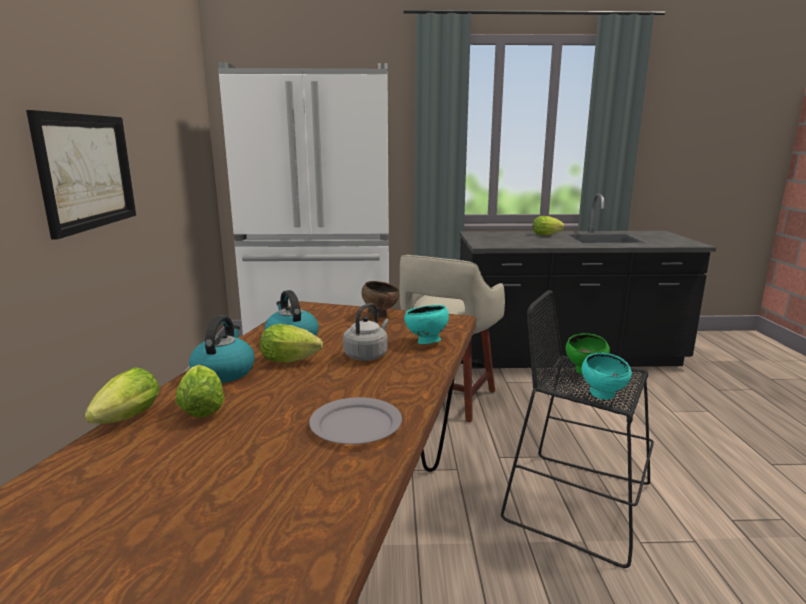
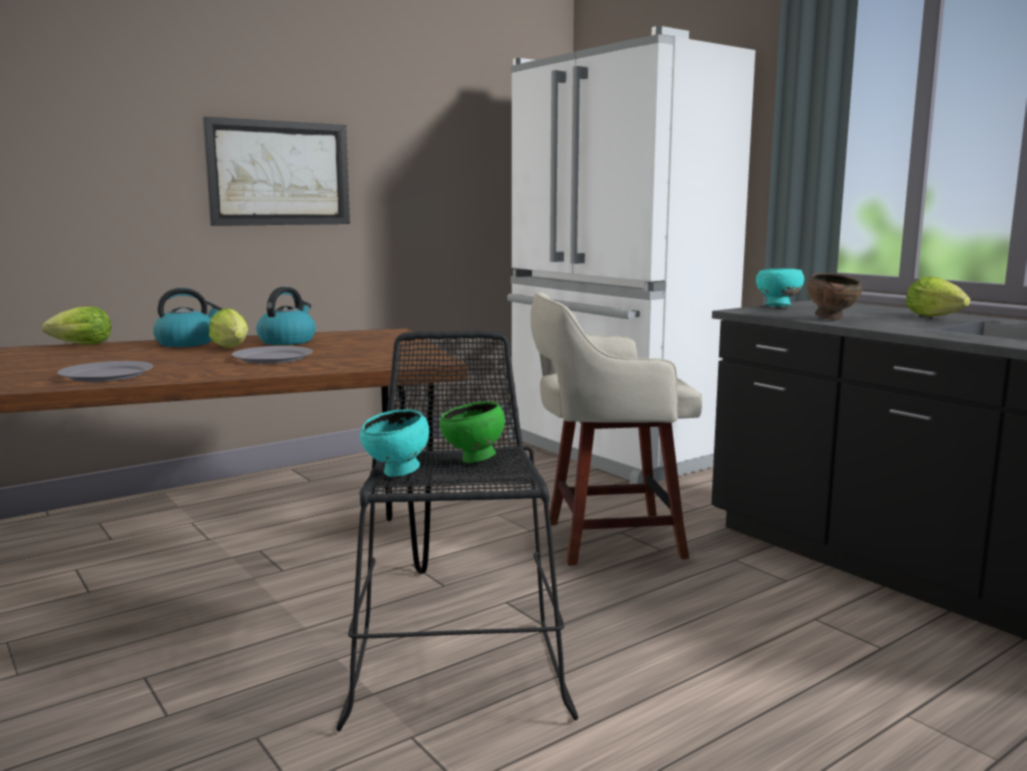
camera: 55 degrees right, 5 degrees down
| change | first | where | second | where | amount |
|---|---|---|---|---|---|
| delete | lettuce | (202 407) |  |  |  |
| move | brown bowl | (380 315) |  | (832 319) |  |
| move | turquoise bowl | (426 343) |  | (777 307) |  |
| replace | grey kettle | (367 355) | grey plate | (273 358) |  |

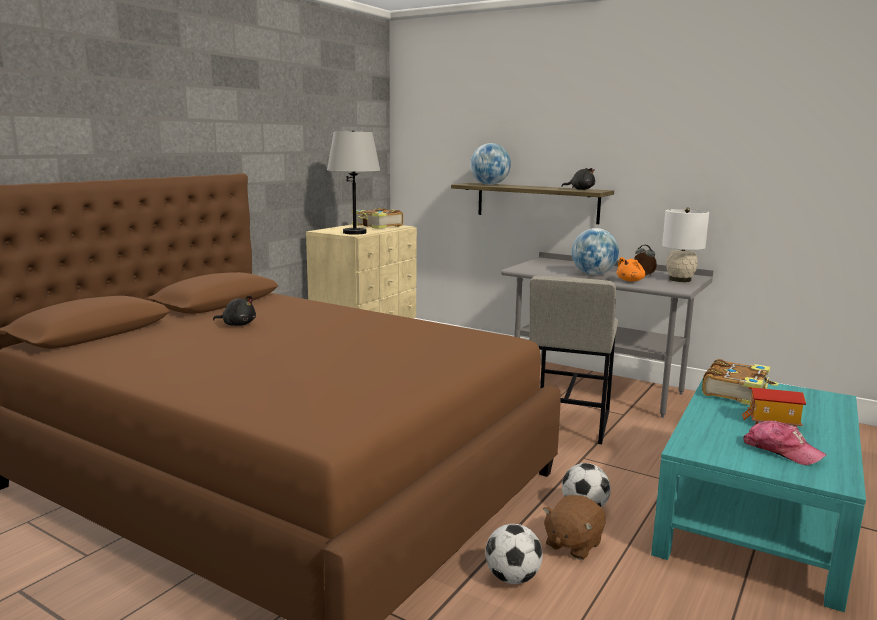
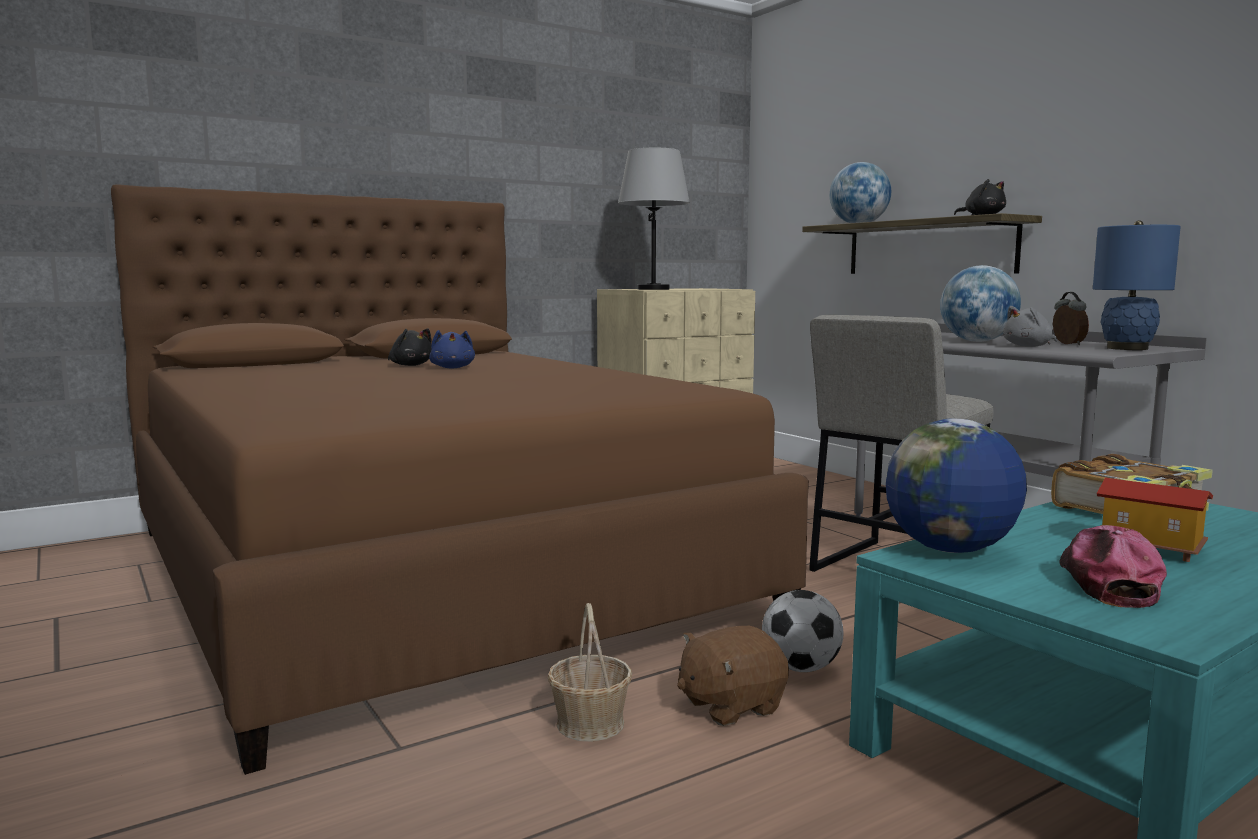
camera: 25 degrees right, 5 degrees down
| change | first | where | second | where | amount |
|---|---|---|---|---|---|
| delete | book | (377 226) |  |  |  |
| insert |  |  | blue plush toy | (453 368) |  |
| insert |  |  | globe | (950 550) |  |
| replace | football | (512 578) | basket | (590 724) |  |
| recolor | orange plush toy | (631 281) | grey plush toy | (1029 346) |  |
| recolor | white table lamp | (679 280) | blue table lamp | (1126 348) |  |
| rotate | cap | (781 451) |  | (1106 581) | 150 degrees counterclockwise |

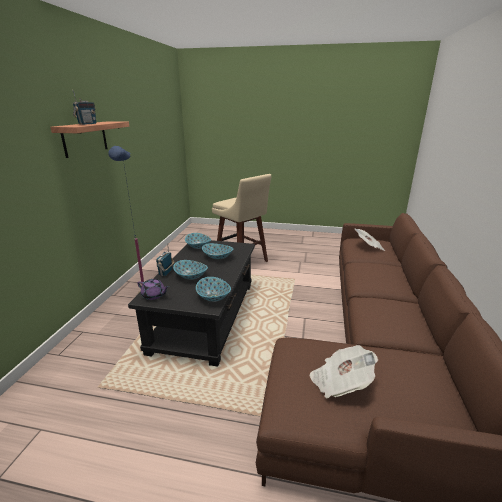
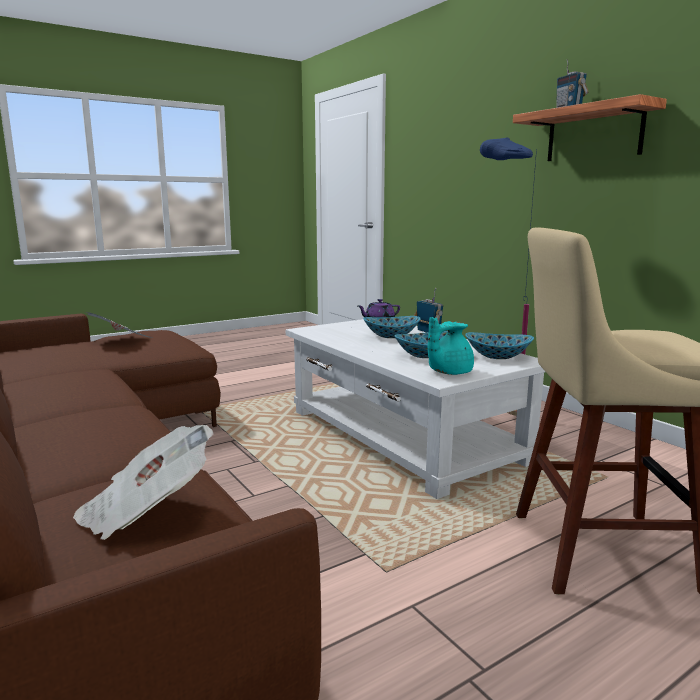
camera: 135 degrees right, 10 degrees down
| change | first | where | second | where | amount |
|---|---|---|---|---|---|
| delete | bowl | (213 297) |  |  |  |
| insert |  |  | turquoise teapot | (448 372) |  |
| recolor | black coffee table | (205 316) | white coffee table | (402 435) |  |

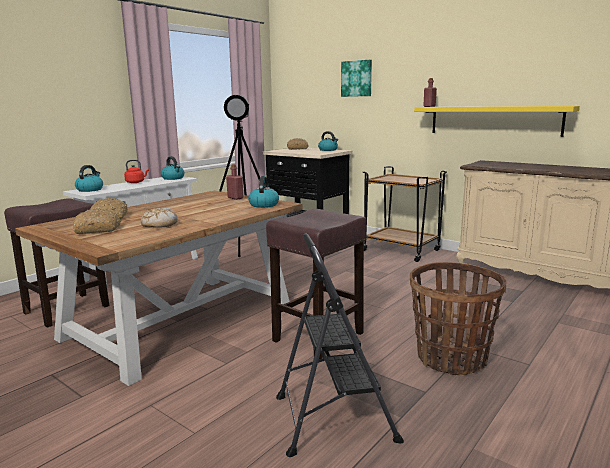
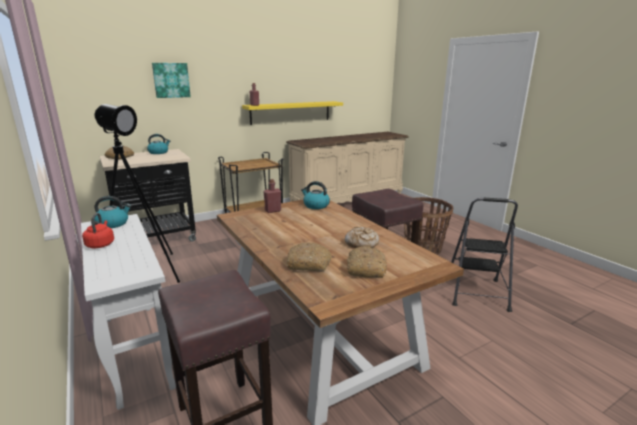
camera: 70 degrees left, 5 degrees up
| change | first | where | second | where | amount |
|---|---|---|---|---|---|
| delete | kettle | (90 189) |  |  |  |

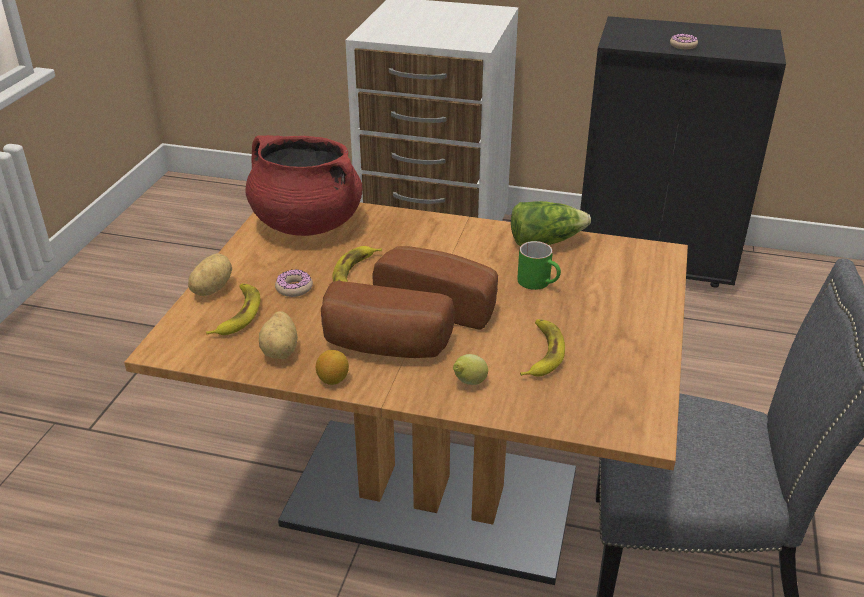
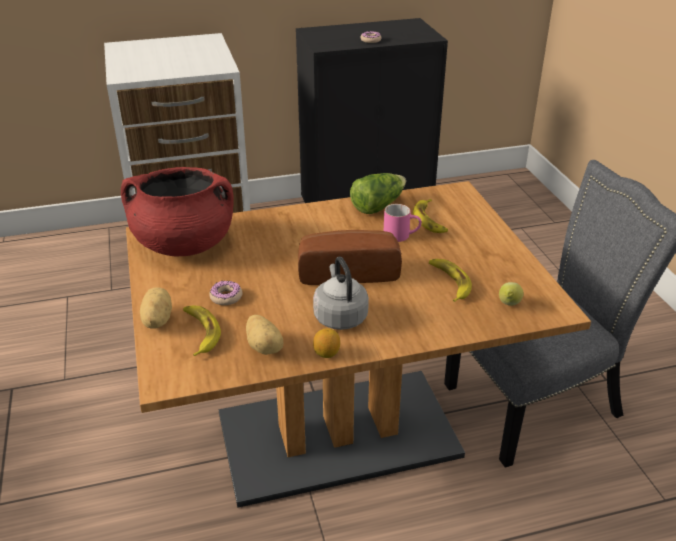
camera: 30 degrees left, 0 degrees up
| change | first | where | second | where | amount |
|---|---|---|---|---|---|
| move | banana | (355 273) |  | (430 220) |  |
| move | lemon | (469 383) |  | (509 305) |  |
| replace | bread | (384 346) | grey kettle | (339 316) |  |
| recolor | green mug | (539 283) | pink mug | (401 235) |  |

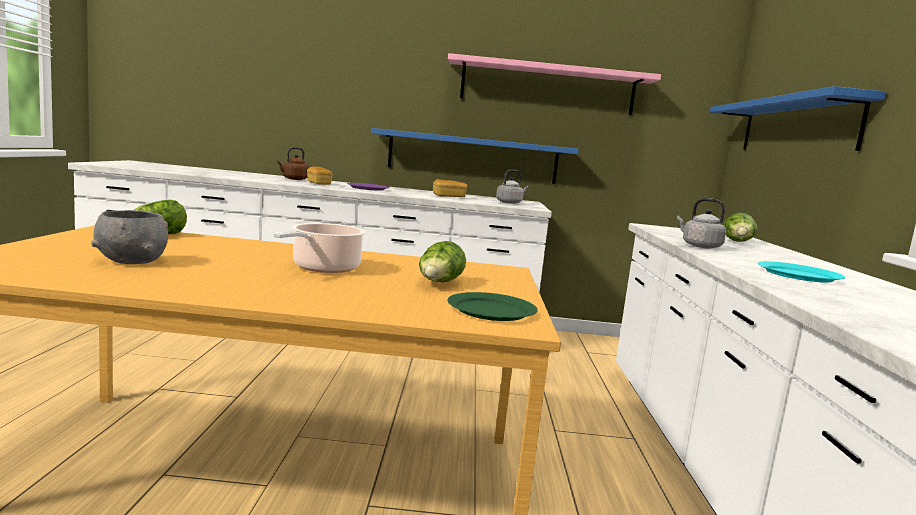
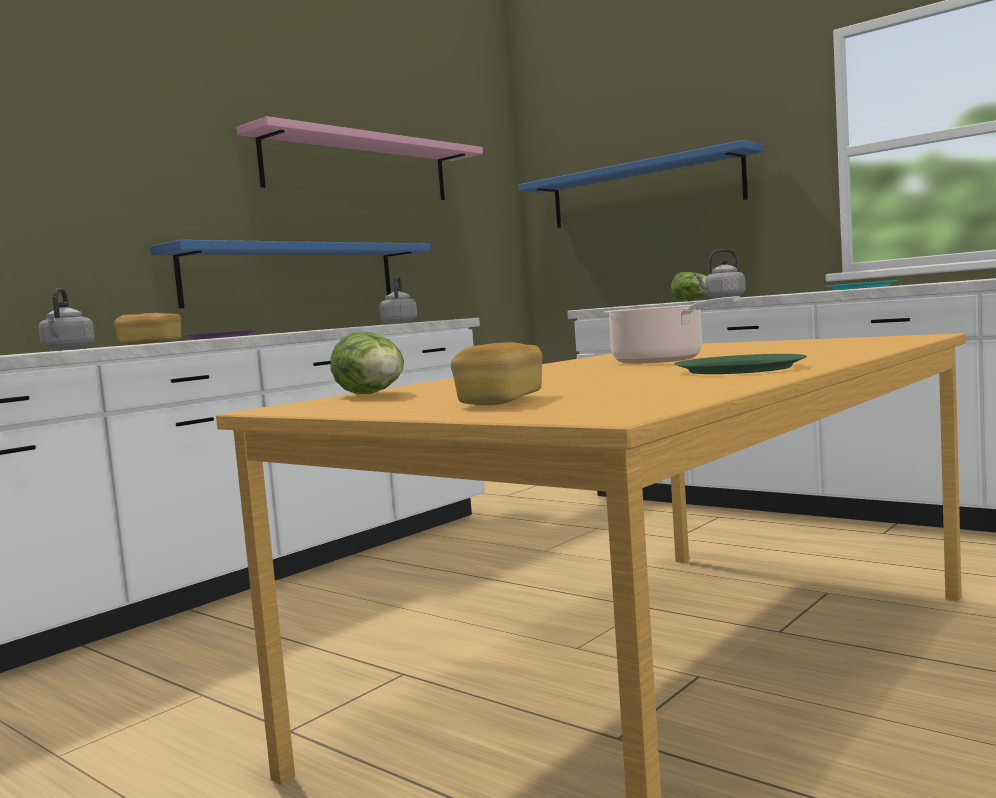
camera: 50 degrees left, 5 degrees down
| change | first | where | second | where | amount |
|---|---|---|---|---|---|
| delete | grey bowl | (131 261) |  |  |  |
| delete | lettuce | (439 283) |  |  |  |
| move | bread | (449 196) |  | (501 401) |  |
| move | green plate | (492 310) |  | (741 369) |  |
| recolor | brown kettle | (293 179) | grey kettle | (68 349) |  |

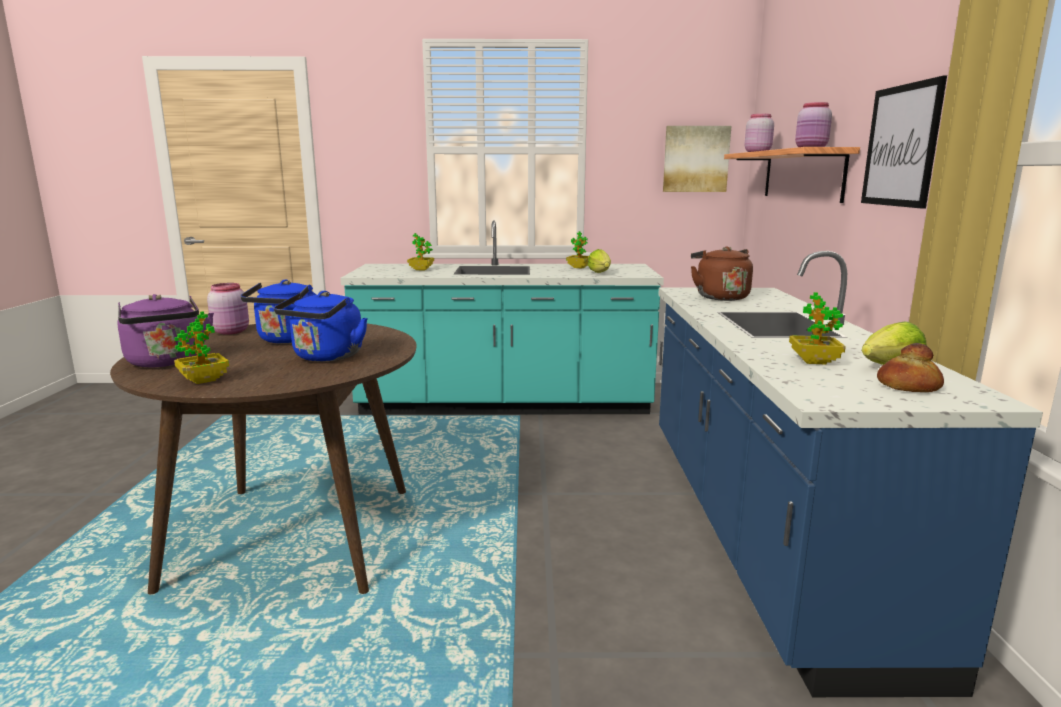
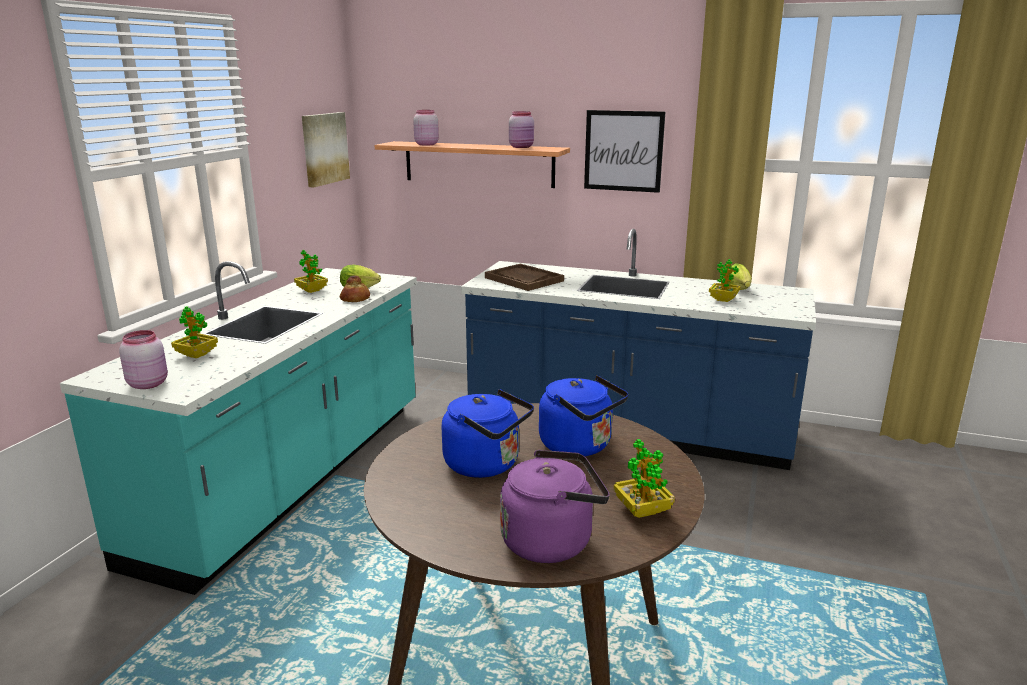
camera: 70 degrees left, 5 degrees up
| change | first | where | second | where | amount |
|---|---|---|---|---|---|
| move | pink jar | (232 331) |  | (148 383) |  |
| move | bread | (908 386) |  | (355 299) |  |
| replace | brown kettle | (719 297) | brown tray | (523 279) |  |

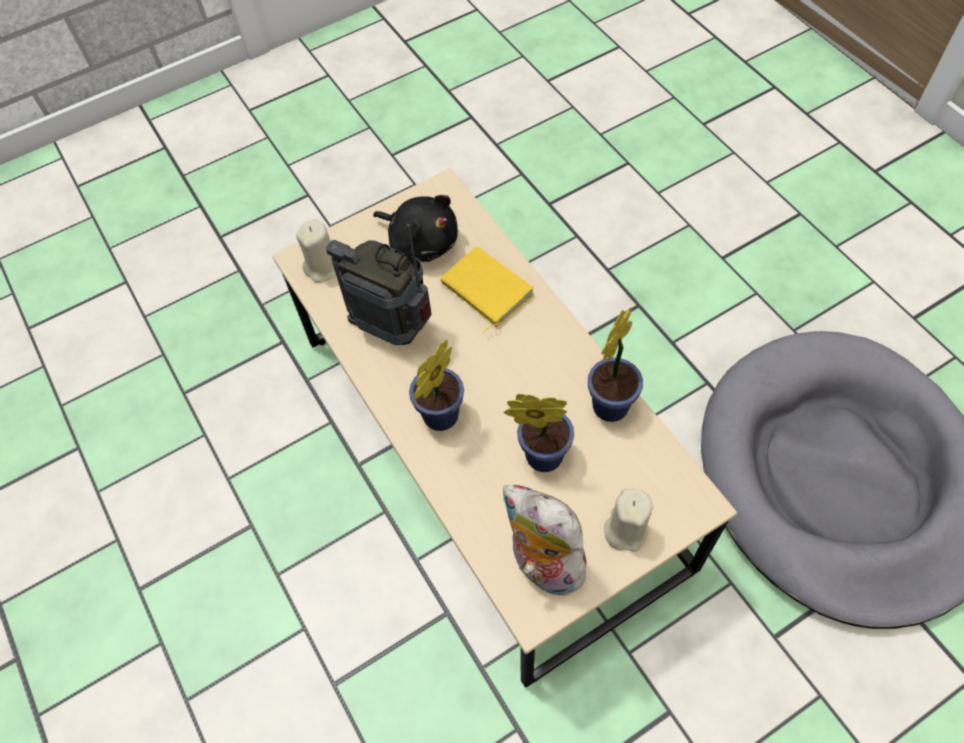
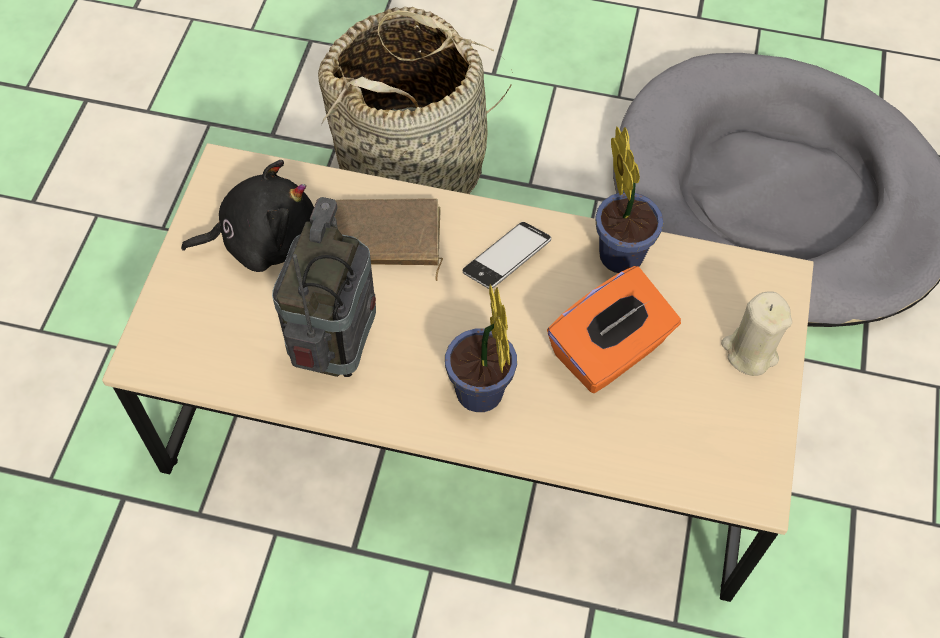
camera: 50 degrees left, 0 degrees up
| change | first | where | second | where | amount |
|---|---|---|---|---|---|
| delete | beige candle | (323 267) |  |  |  |
| delete | plush toy | (542 565) |  |  |  |
| insert |  |  | basket | (413 166) |  |
| insert |  |  | phone | (506 259) |  |
| replace | potted plant | (539 455) | orange tissue box | (609 351) |  |
| recolor | yellow book | (484 291) | brown book | (386 240) |  |
| rotate | radio | (394 329) |  | (335 348) | 120 degrees clockwise |

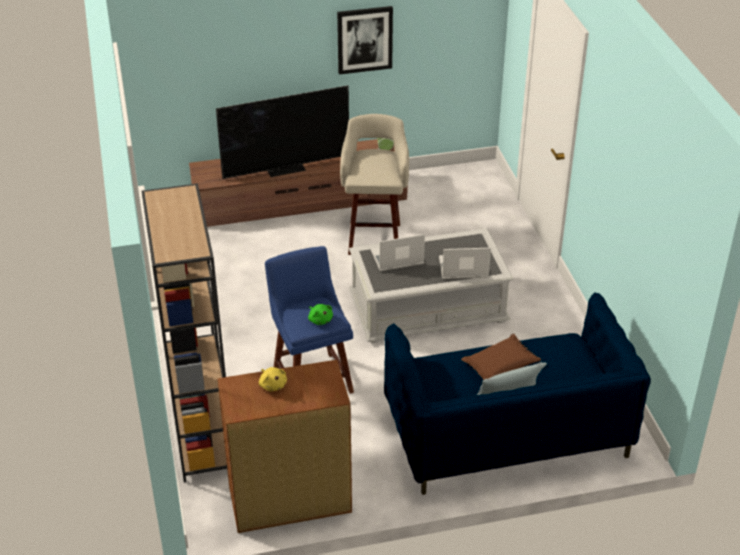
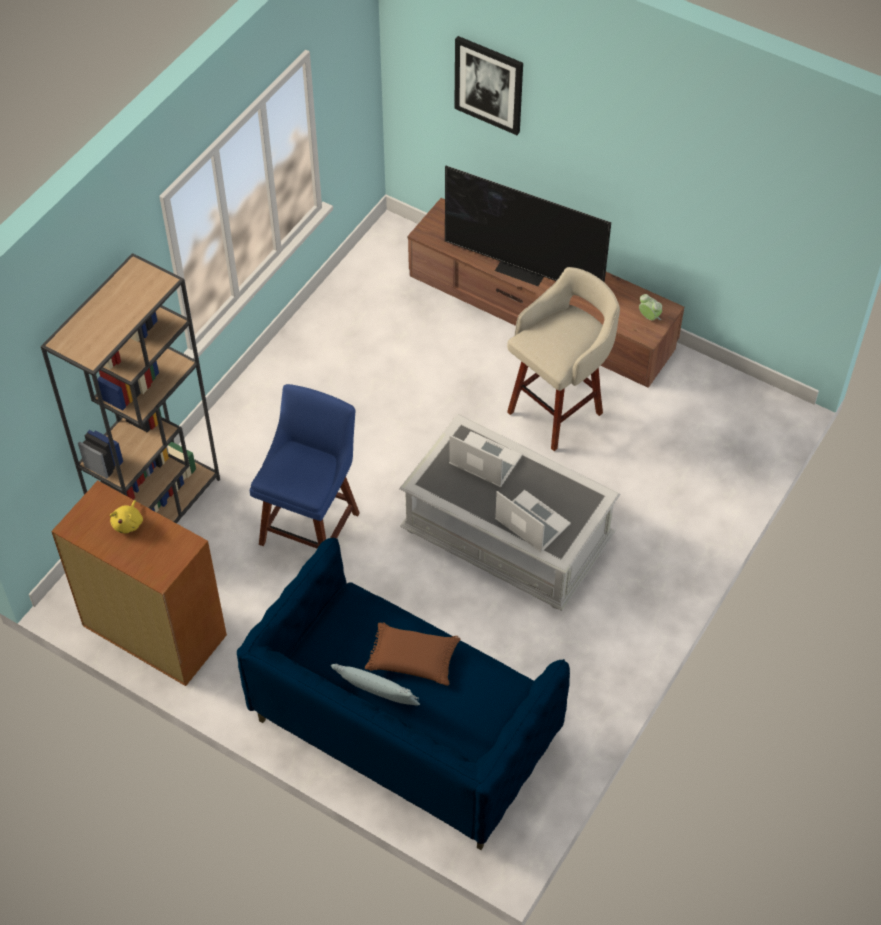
camera: 45 degrees right, 15 degrees up
| change | first | where | second | where | amount |
|---|---|---|---|---|---|
| delete | green plush toy | (320 320) |  |  |  |
| move | picture | (364 39) |  | (489 84) |  |

